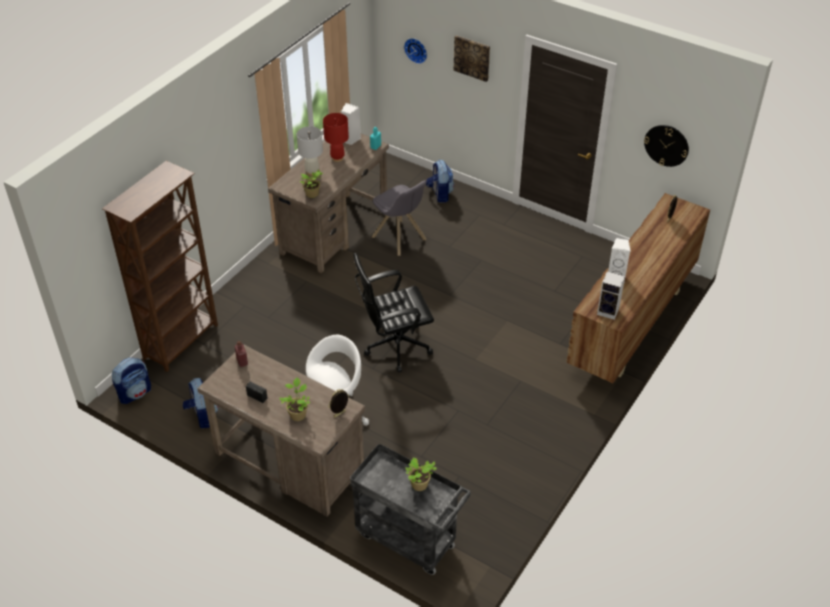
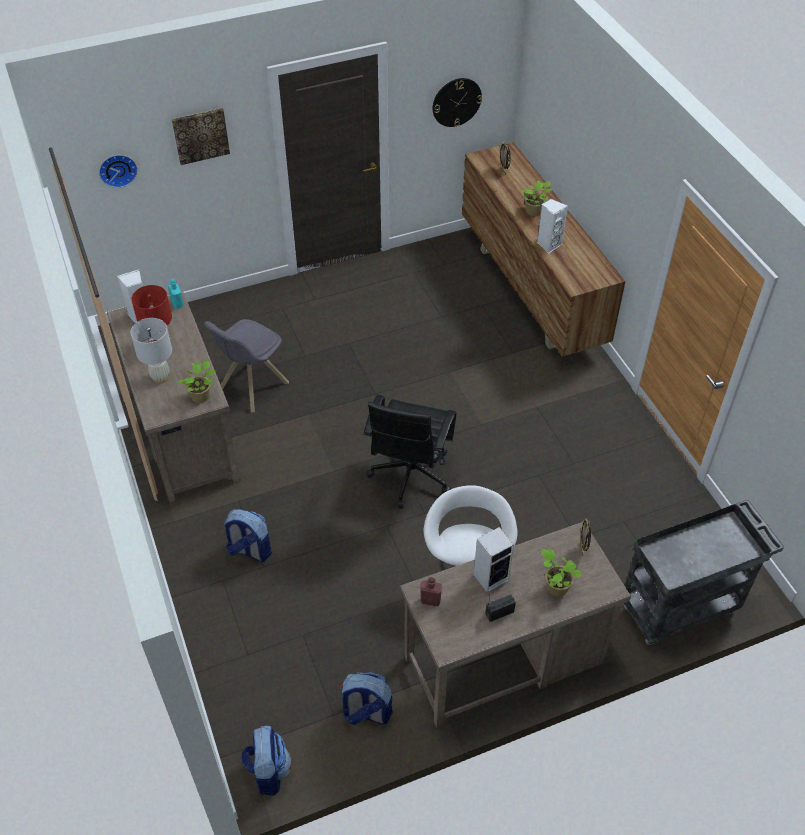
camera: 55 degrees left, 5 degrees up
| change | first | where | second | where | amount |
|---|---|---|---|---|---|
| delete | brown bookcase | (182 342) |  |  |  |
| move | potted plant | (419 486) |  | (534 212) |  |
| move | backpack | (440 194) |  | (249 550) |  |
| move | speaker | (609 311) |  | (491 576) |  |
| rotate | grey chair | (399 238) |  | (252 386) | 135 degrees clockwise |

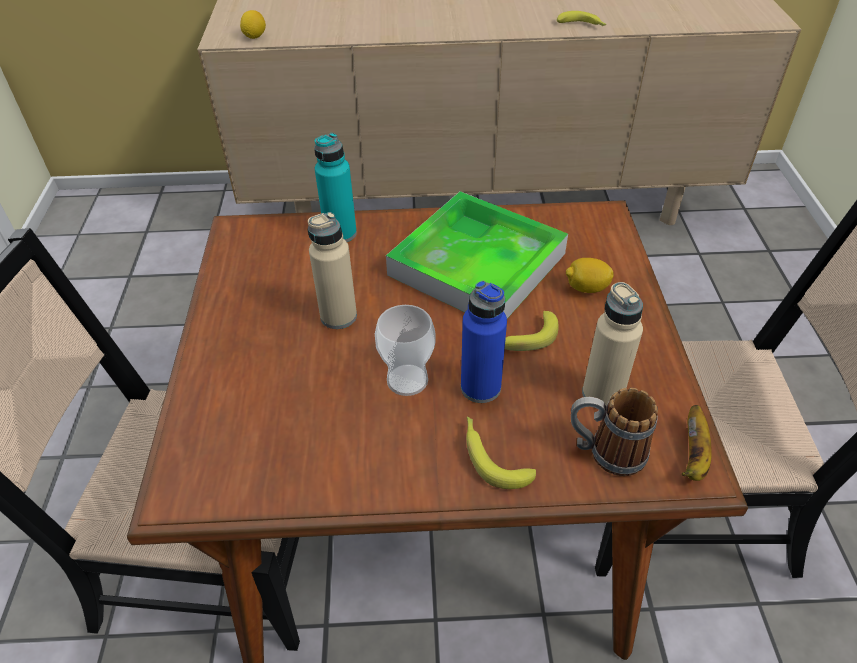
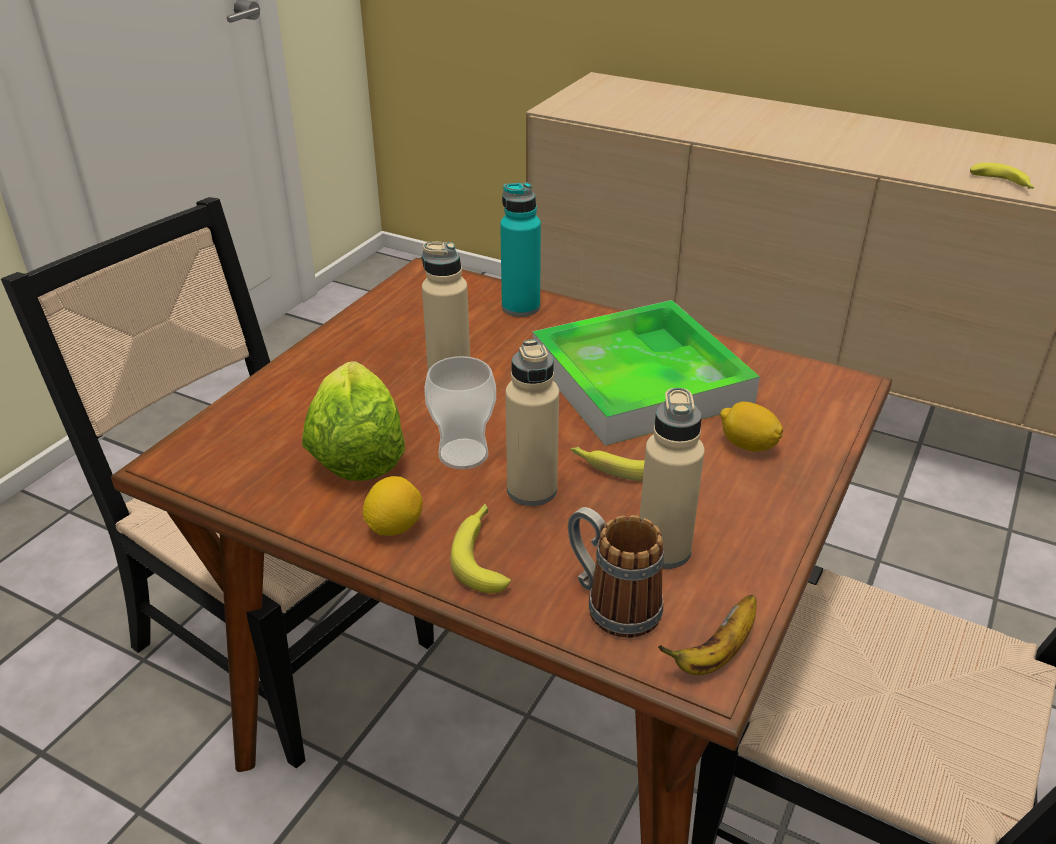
camera: 30 degrees right, 10 degrees down
| change | first | where | second | where | amount |
|---|---|---|---|---|---|
| insert |  |  | lettuce | (356 451) |  |
| move | lemon | (255 36) |  | (394 527) |  |
| recolor | blue bottle | (480 387) | beige bottle | (532 490) |  |

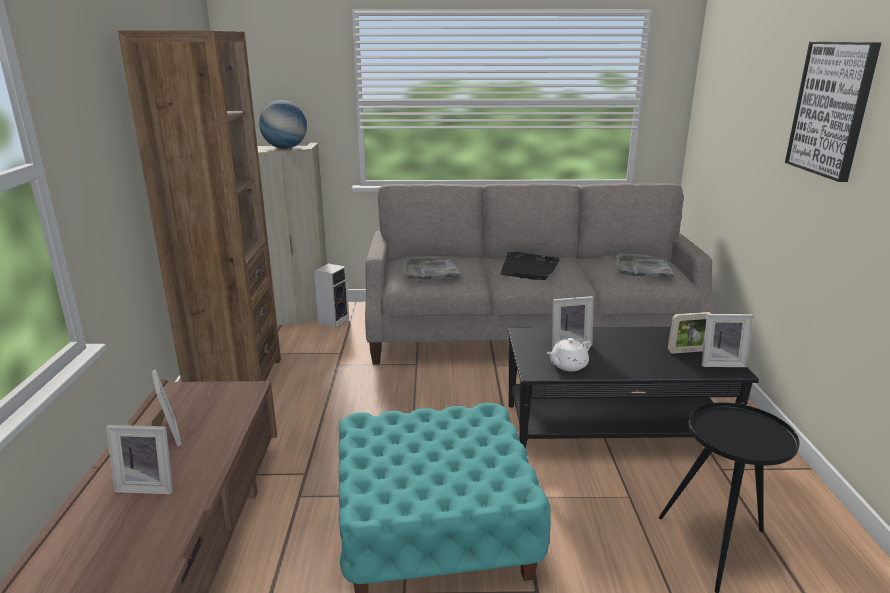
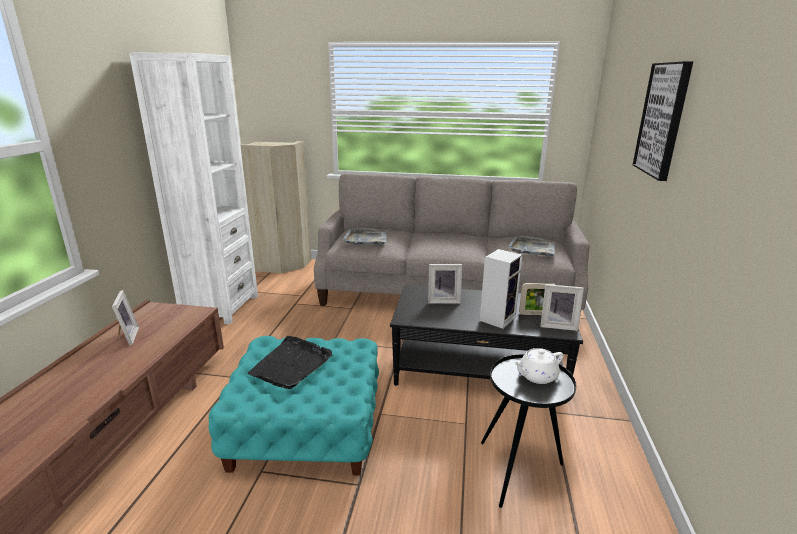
camera: 10 degrees right, 0 degrees up
| change | first | where | second | where | amount |
|---|---|---|---|---|---|
| delete | picture frame | (149 485) |  |  |  |
| delete | globe | (285 148) |  |  |  |
| move | speaker | (334 320) |  | (497 318) |  |
| move | black tray | (529 269) |  | (291 365) |  |
| move | white teapot | (568 365) |  | (536 376) |  |
| recolor | brown bookcase | (235 379) | white bookcase | (220 307) |  |

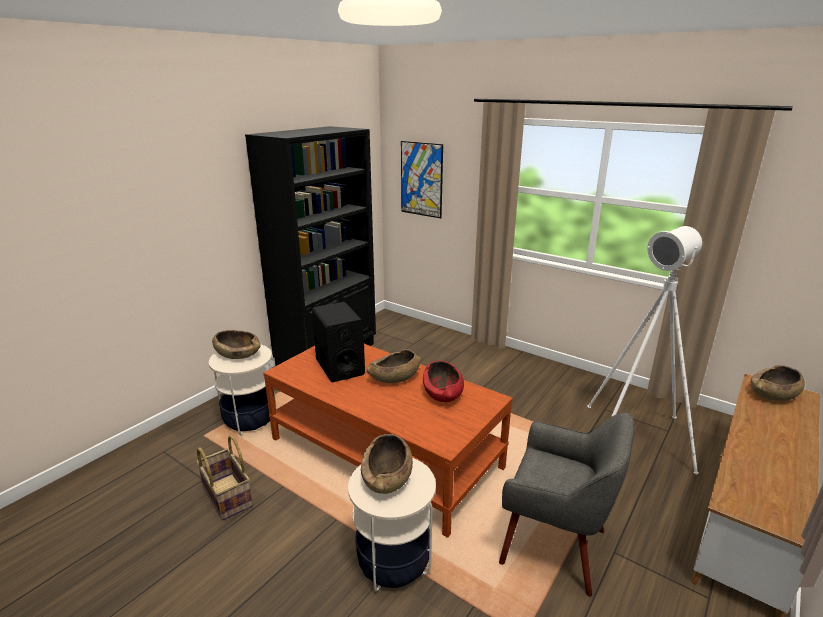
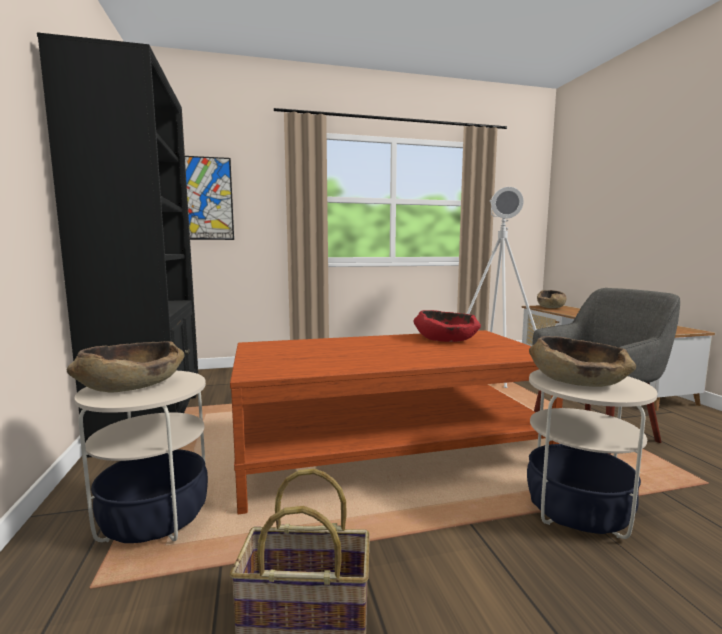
camera: 50 degrees left, 15 degrees down
| change | first | where | second | where | amount |
|---|---|---|---|---|---|
| delete | black speaker | (339 367) |  |  |  |
| delete | brown bowl | (394 377) |  |  |  |

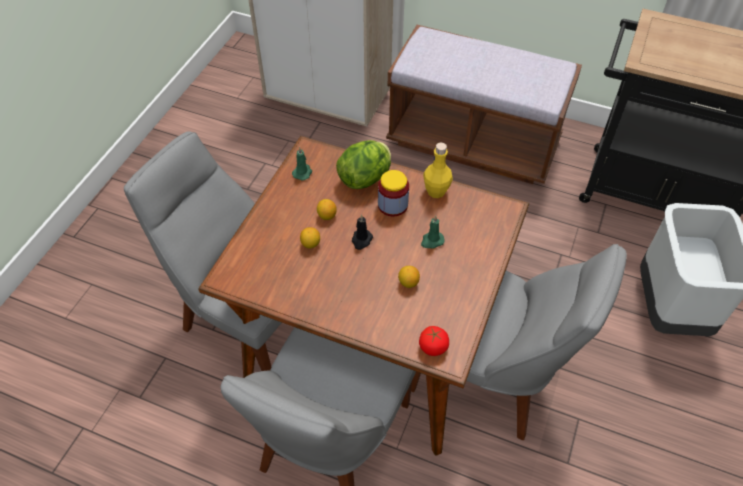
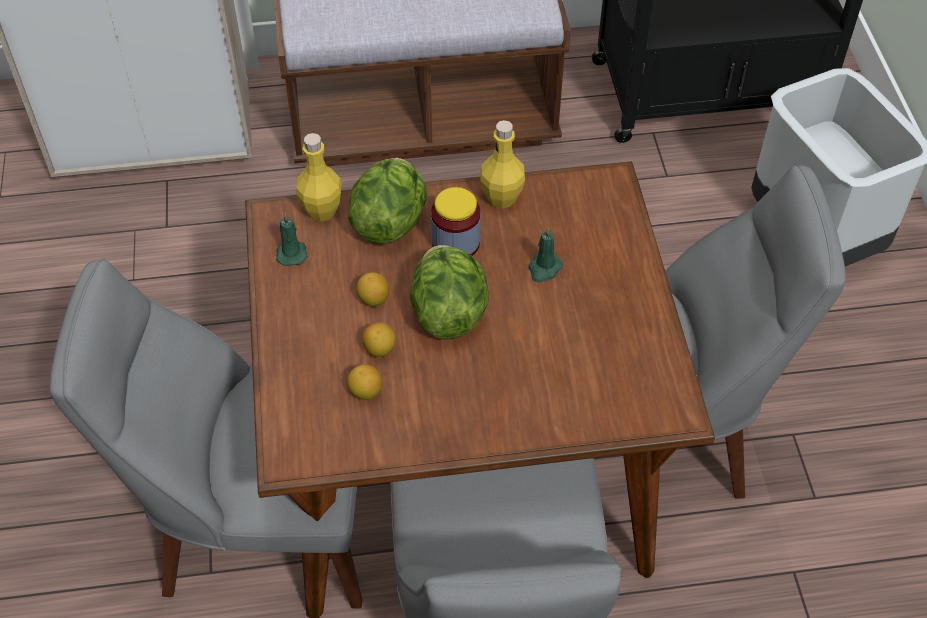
camera: 30 degrees left, 0 degrees up
| change | first | where | second | where | amount |
|---|---|---|---|---|---|
| delete | tomato | (433 347) |  |  |  |
| insert |  |  | yellow bottle | (321 211) |  |
| move | lemon | (408 283) |  | (365 392) |  |
| replace | black candle | (361 240) | lettuce | (448 311) |  |

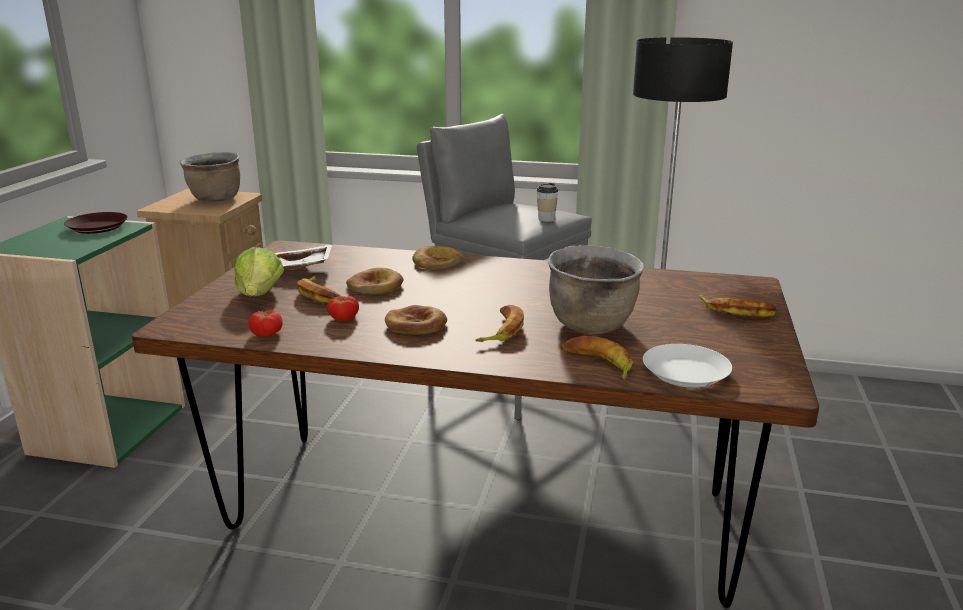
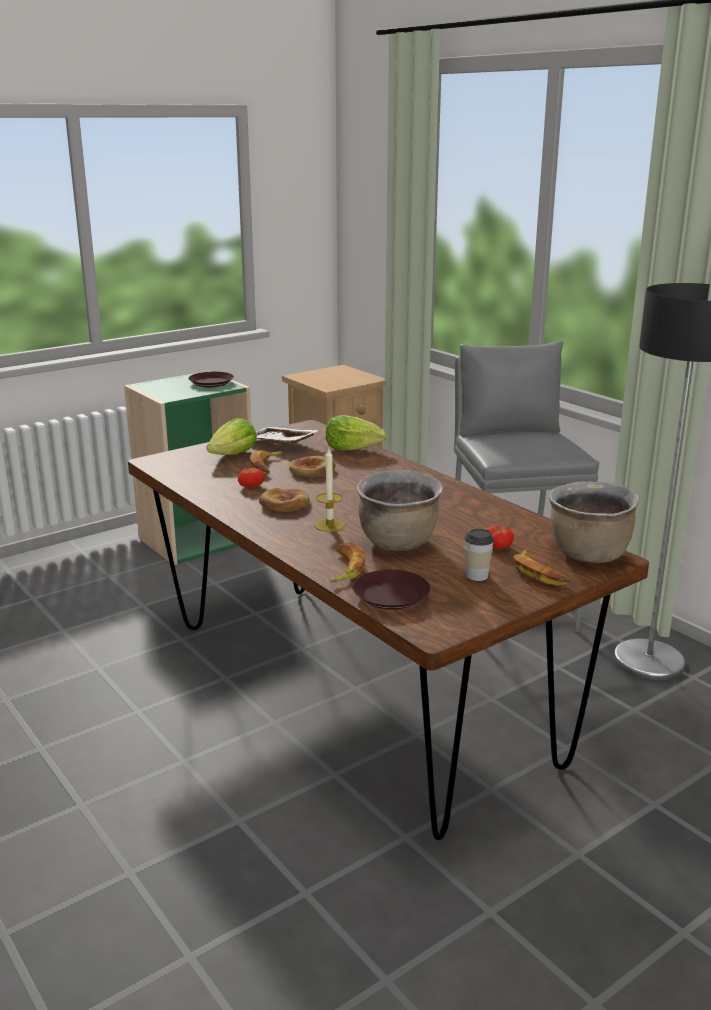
camera: 40 degrees right, 0 degrees up
| change | first | where | second | where | amount |
|---|---|---|---|---|---|
| delete | bread | (437 262) |  |  |  |
| insert |  |  | lettuce | (353 448) |  |
| move | brown cooking pot | (215 199) |  | (588 555) |  |
| move | tomato | (267 333) |  | (498 546) |  |
| move | cup | (546 219) |  | (477 575) |  |
| replace | banana | (501 330) | candle | (329 525) |  |
| recolor | white plate | (685 373) | brown plate | (390 596) |  |

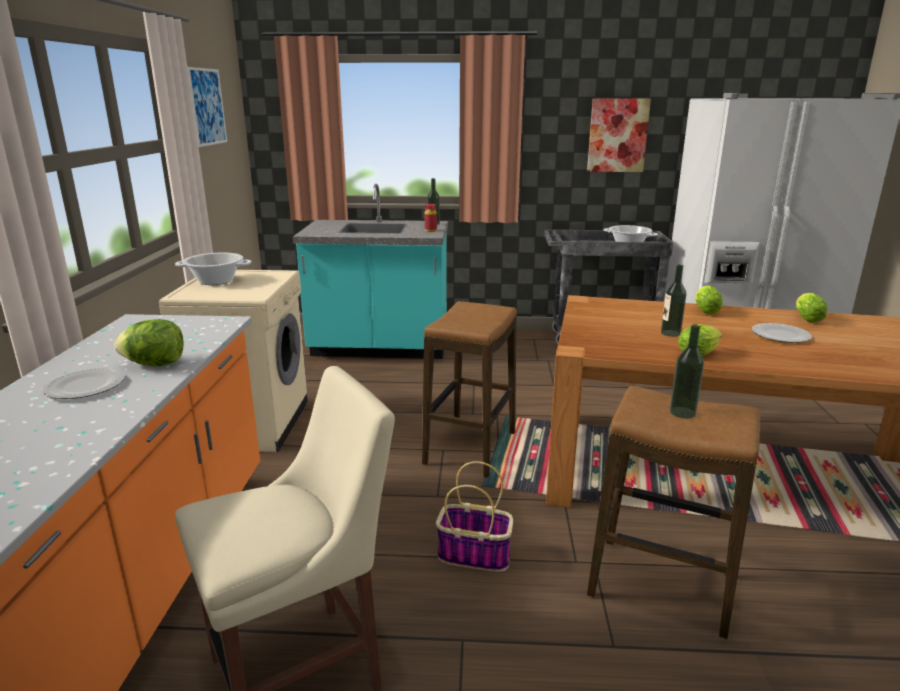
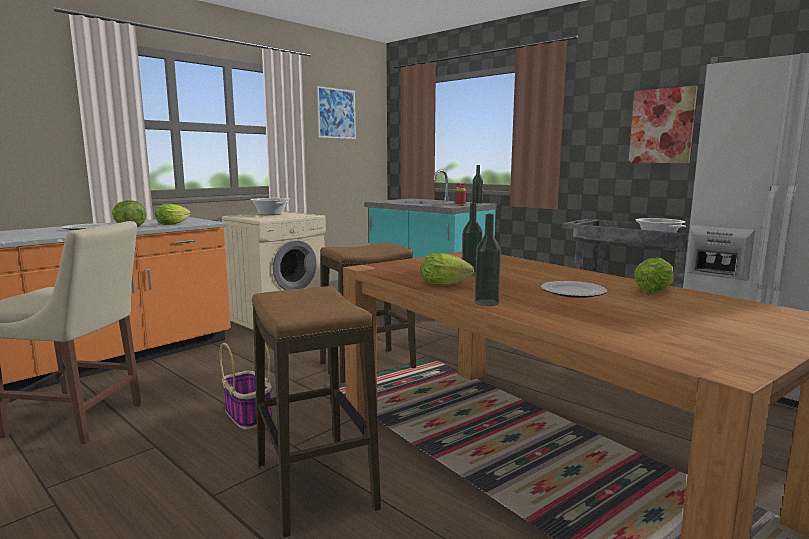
camera: 40 degrees right, 10 degrees down
| change | first | where | second | where | amount |
|---|---|---|---|---|---|
| move | bottle | (682 412) |  | (486 302) |  |
| move | lettuce | (705 310) |  | (174 224) |  |

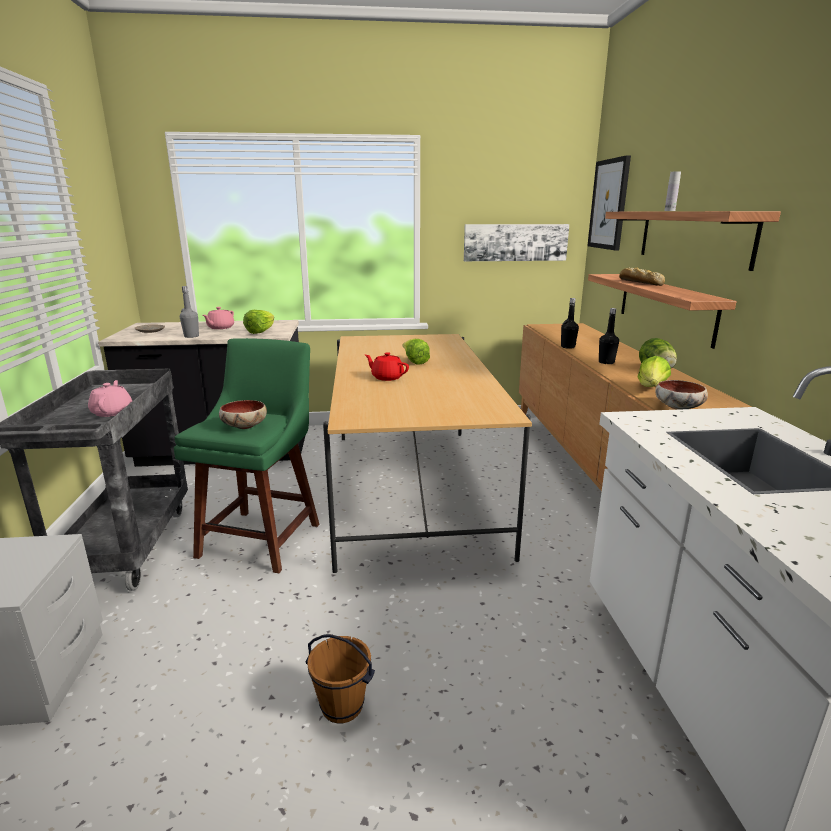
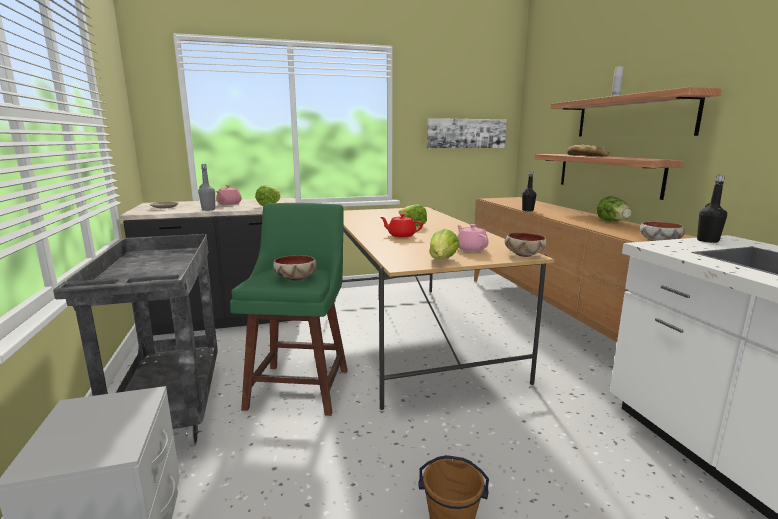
camera: 10 degrees left, 5 degrees down
| change | first | where | second | where | amount |
|---|---|---|---|---|---|
| delete | picture | (609 204) |  |  |  |
| insert |  |  | bowl | (523 255) |  |
| move | pink teapot | (112 412) |  | (471 249) |  |
| move | black bottle | (606 362) |  | (707 241) |  |
| move | lettuce | (651 389) |  | (442 261) |  |

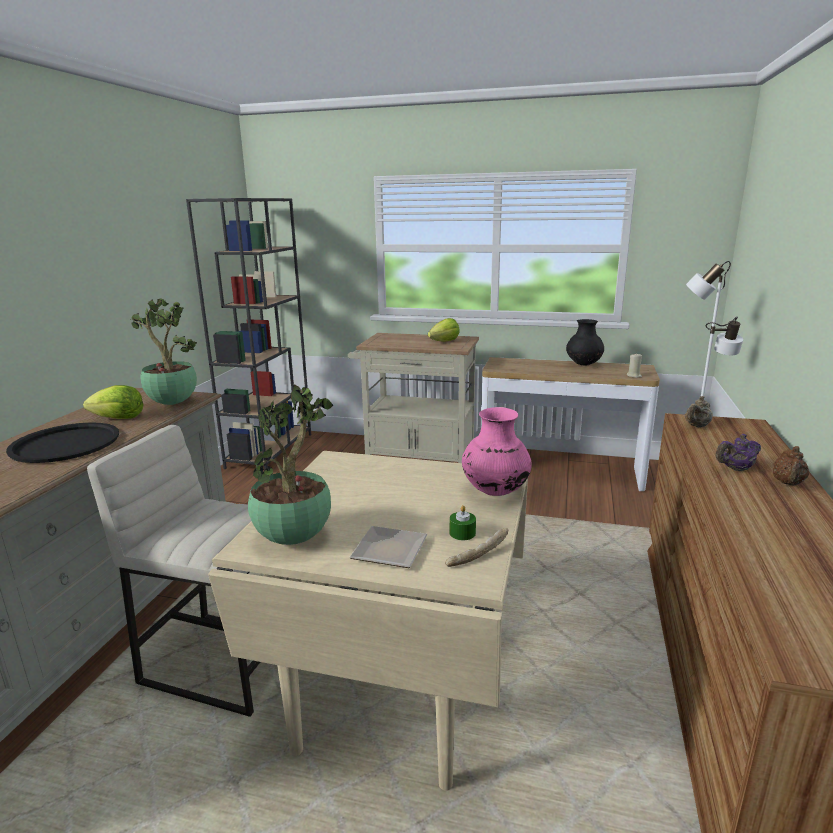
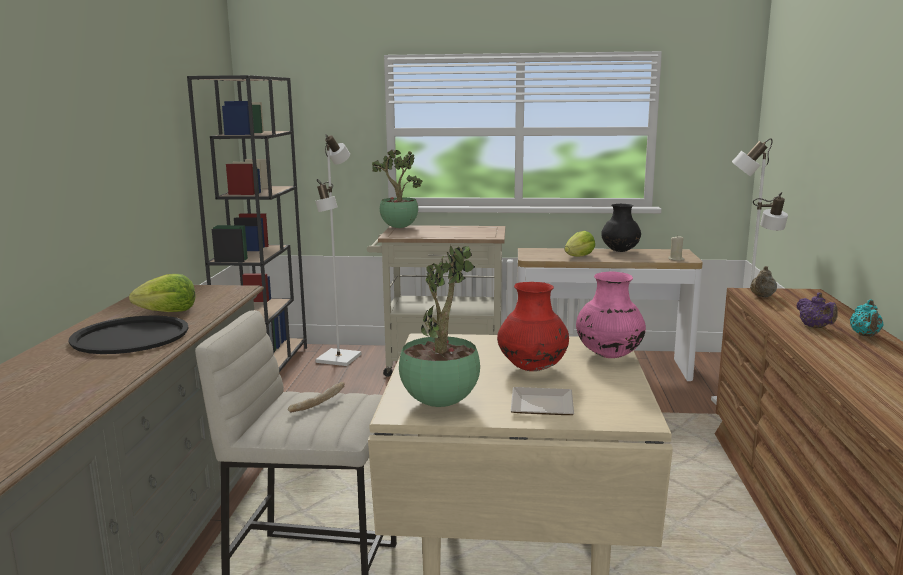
camera: 10 degrees left, 5 degrees down
| change | first | where | second | where | amount |
|---|---|---|---|---|---|
| delete | green candle | (462 533) |  |  |  |
| insert |  |  | white floor lamp | (338 358) |  |
| insert |  |  | red vase | (532 369) |  |
| move | potted plant | (171 403) |  | (398 227) |  |
| move | lettuce | (444 341) |  | (579 256) |  |
| move | bread | (477 554) |  | (317 403) |  |
| recolor | brown teapot | (787 483) | turquoise teapot | (865 335) |  |
| rotate | purple teapot | (735 469) |  | (815 327) | 75 degrees counterclockwise |

